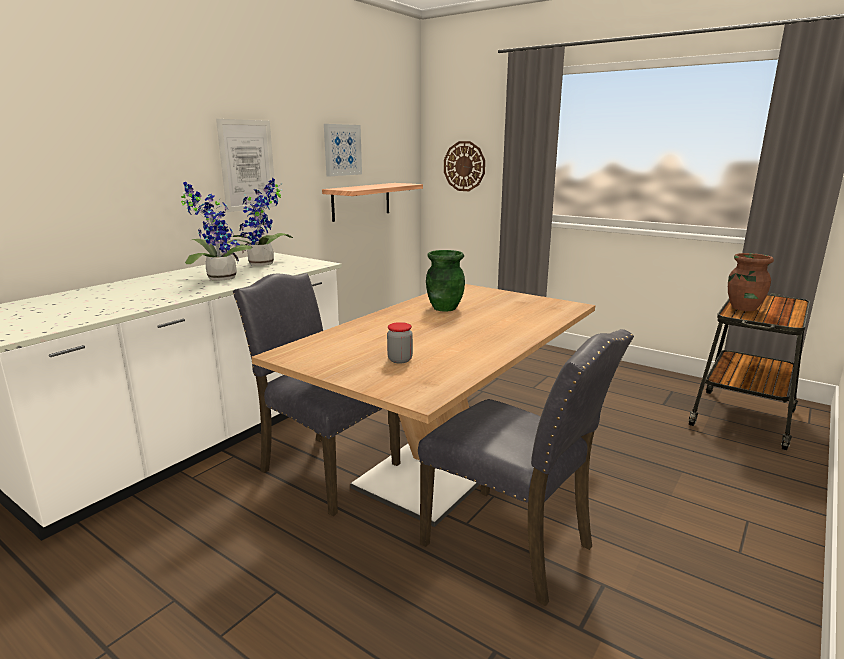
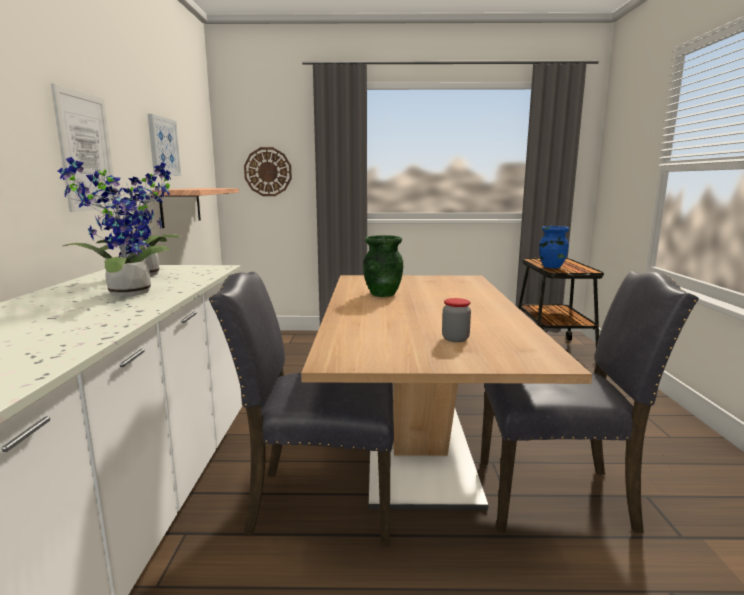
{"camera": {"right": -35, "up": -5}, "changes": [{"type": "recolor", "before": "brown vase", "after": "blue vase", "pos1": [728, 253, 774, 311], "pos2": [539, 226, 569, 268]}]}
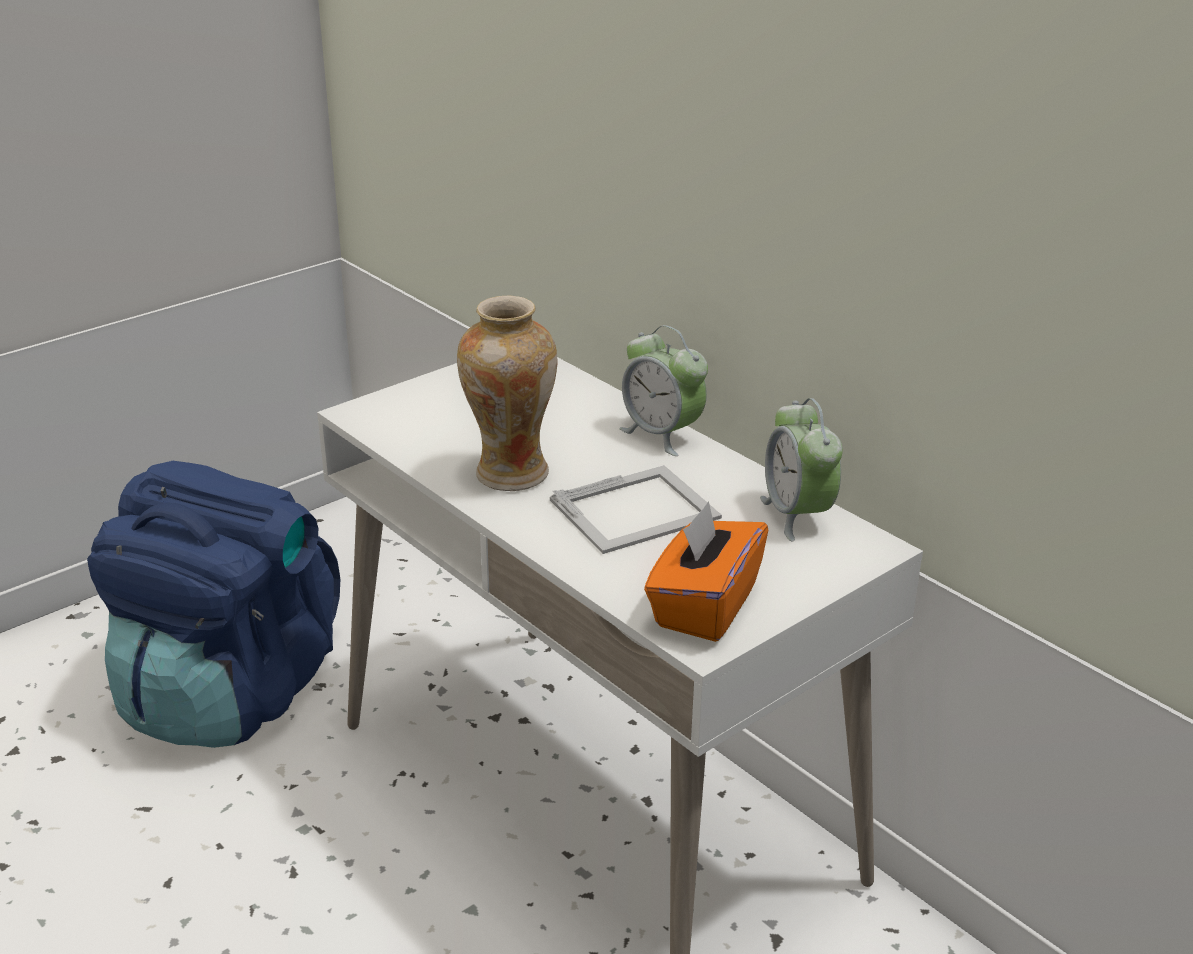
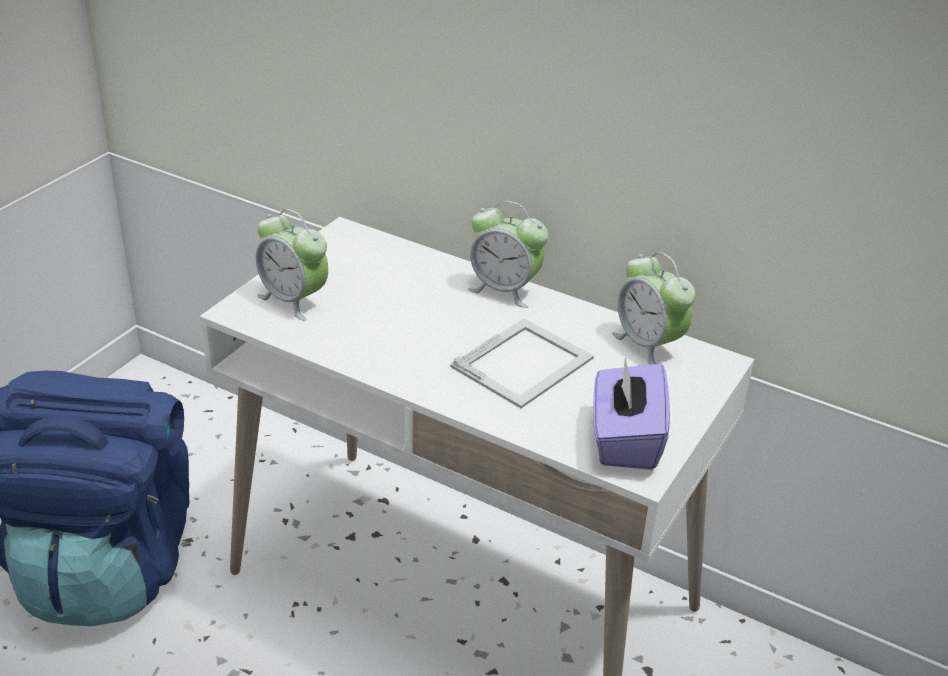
{"camera": {"right": -20, "up": 5}, "changes": [{"type": "delete", "before": "vase", "pos1": [457, 296, 557, 491]}, {"type": "recolor", "before": "orange tissue box", "after": "purple tissue box", "pos1": [644, 501, 768, 642], "pos2": [593, 358, 670, 470]}, {"type": "insert", "after": "alarm clock", "pos2": [256, 209, 328, 321]}]}
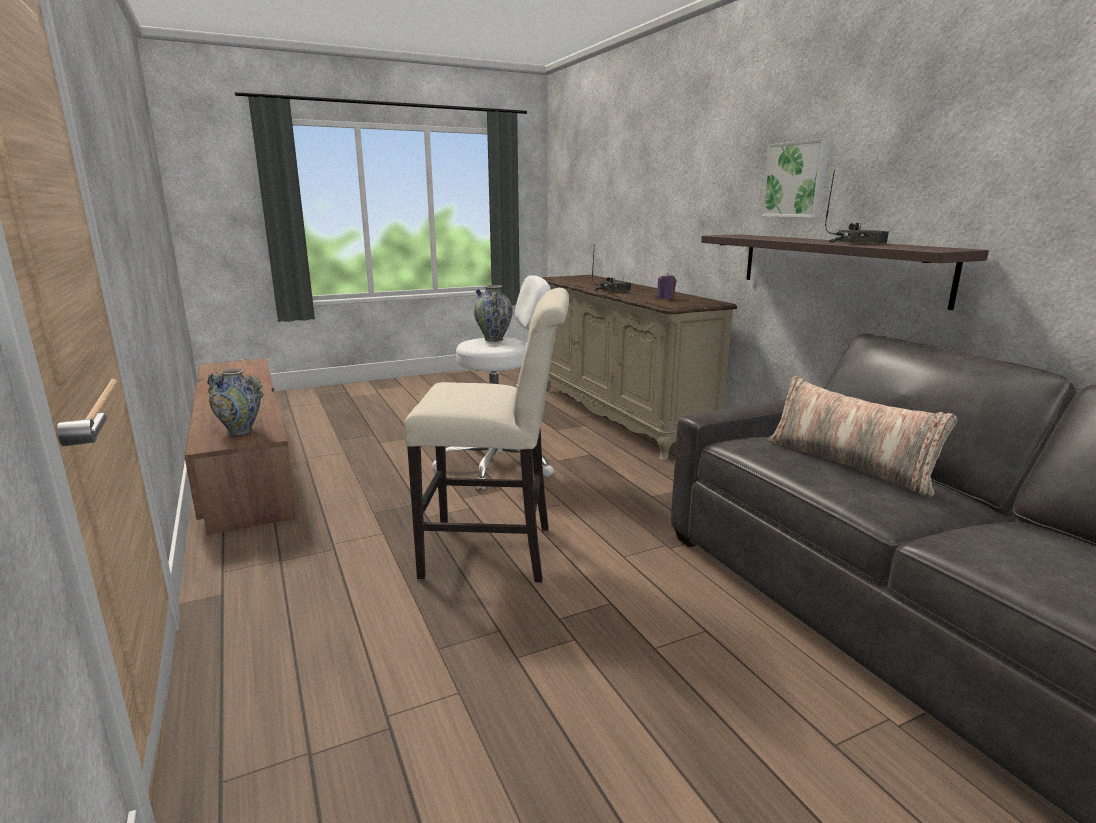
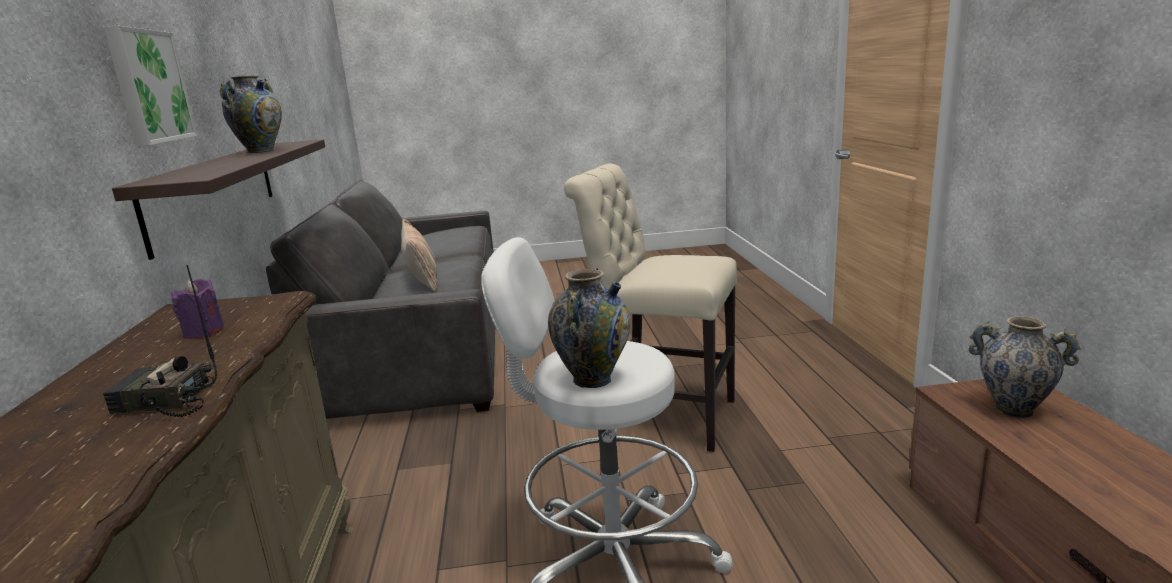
{"camera": {"right": -160, "up": 0}, "changes": [{"type": "replace", "before": "radio", "after": "vase", "pos1": [825, 170, 889, 244], "pos2": [220, 75, 282, 153]}]}
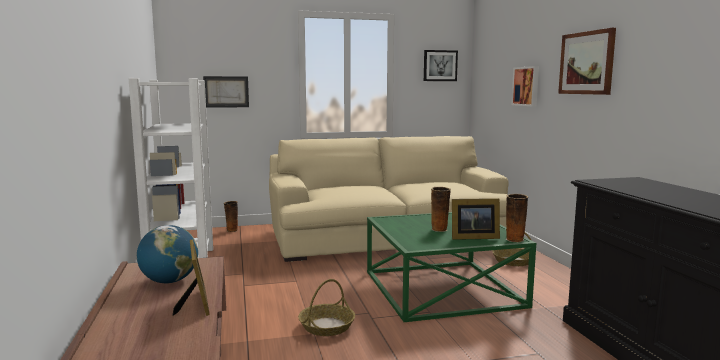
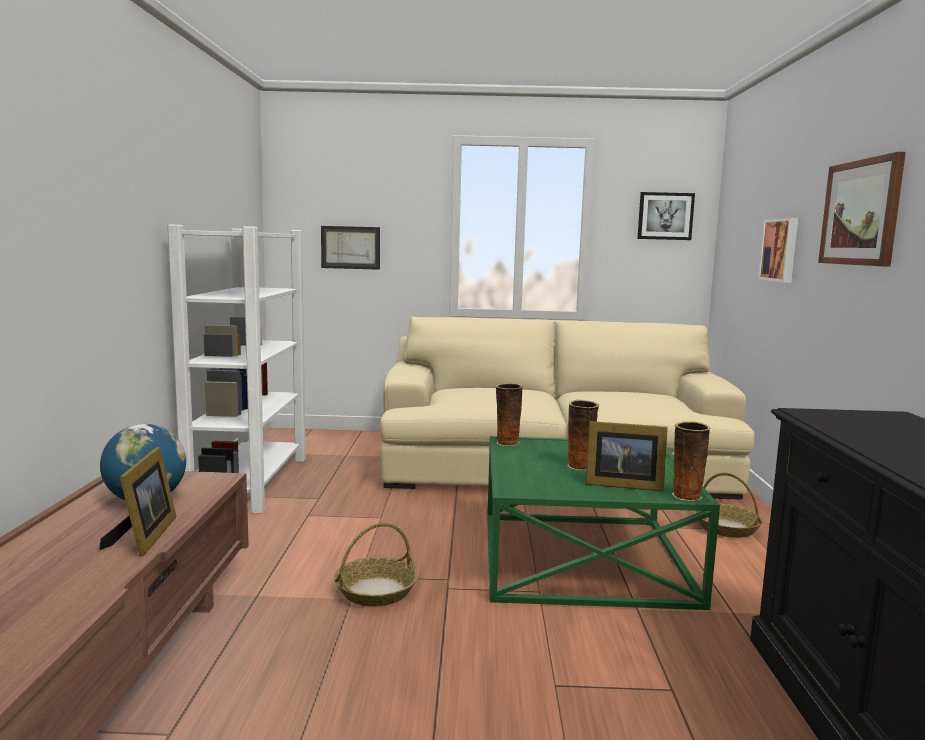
{"camera": {"right": 15, "up": 0}, "changes": [{"type": "move", "before": "vase", "pos1": [224, 201, 238, 232], "pos2": [496, 383, 522, 446]}]}
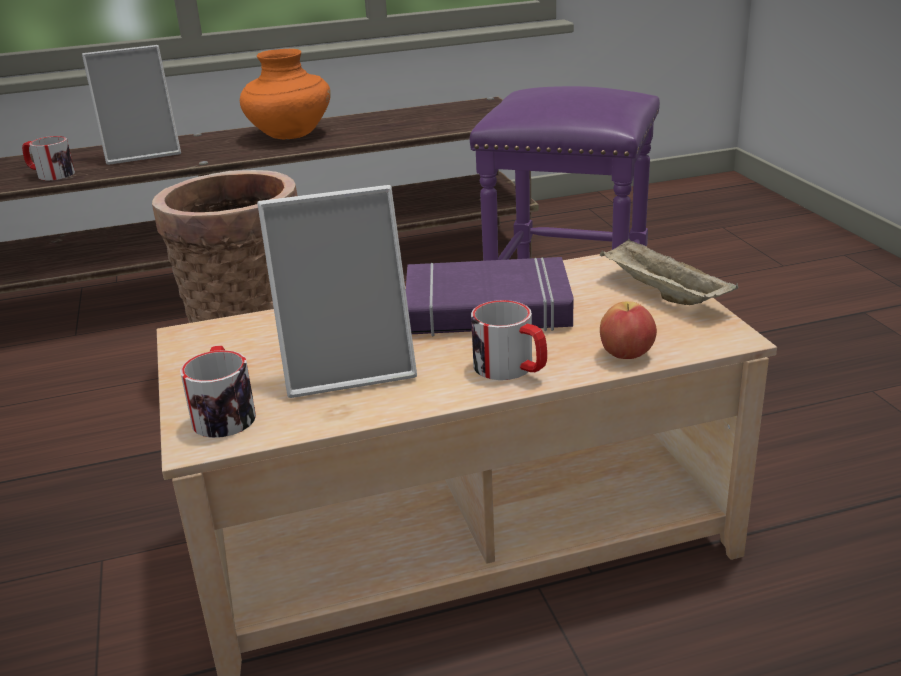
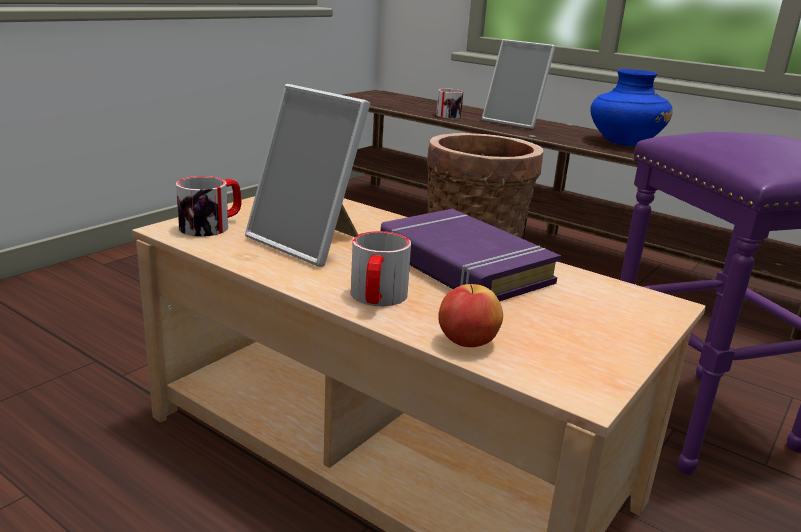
{"camera": {"right": 50, "up": -5}, "changes": [{"type": "recolor", "before": "orange vase", "after": "blue vase", "pos1": [240, 49, 331, 139], "pos2": [590, 69, 673, 146]}, {"type": "delete", "before": "beige tray", "pos1": [600, 239, 739, 305]}]}
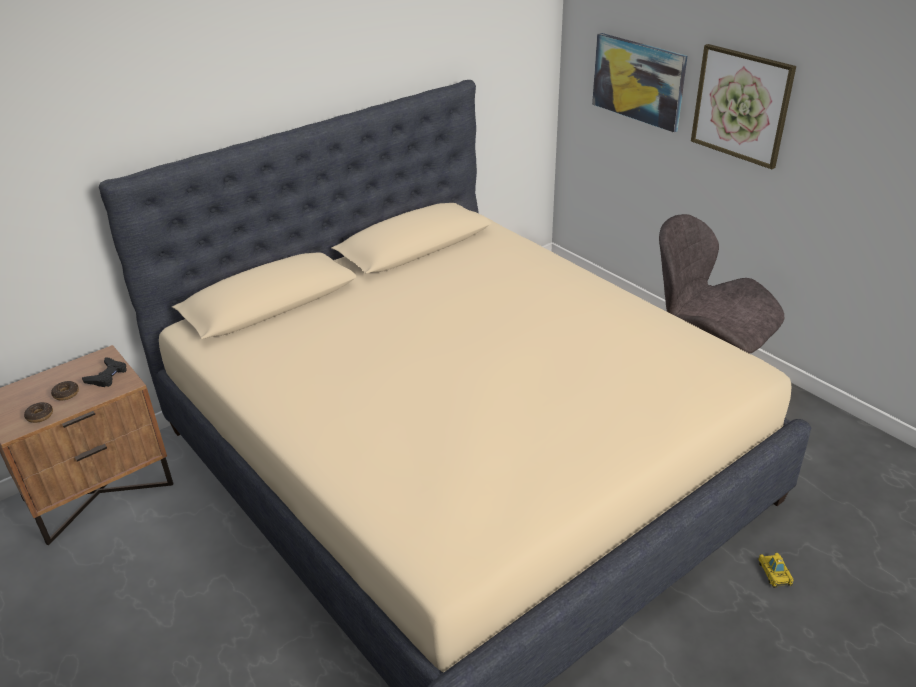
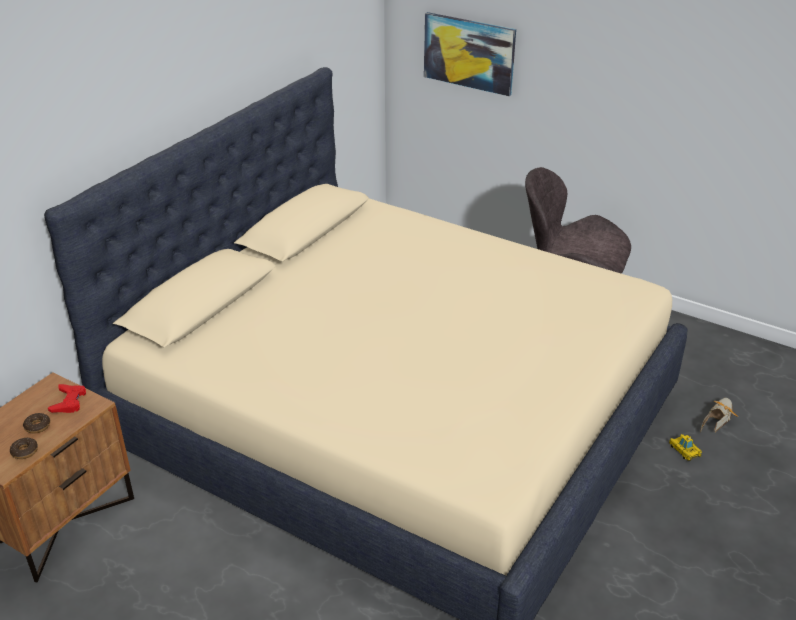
{"camera": {"right": -20, "up": 0}, "changes": [{"type": "recolor", "before": "black game controller", "after": "red game controller", "pos1": [82, 357, 127, 387], "pos2": [48, 384, 86, 413]}, {"type": "delete", "before": "picture", "pos1": [691, 44, 796, 169]}, {"type": "insert", "after": "shoe", "pos2": [700, 398, 738, 433]}]}
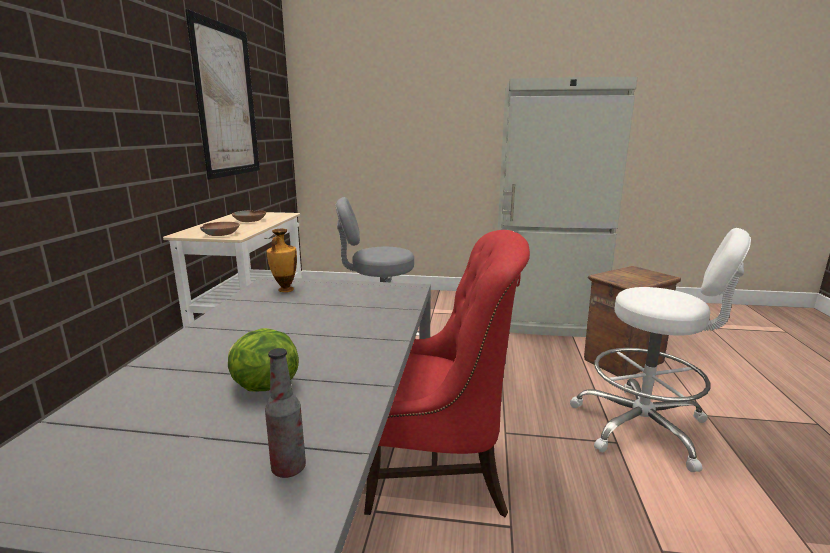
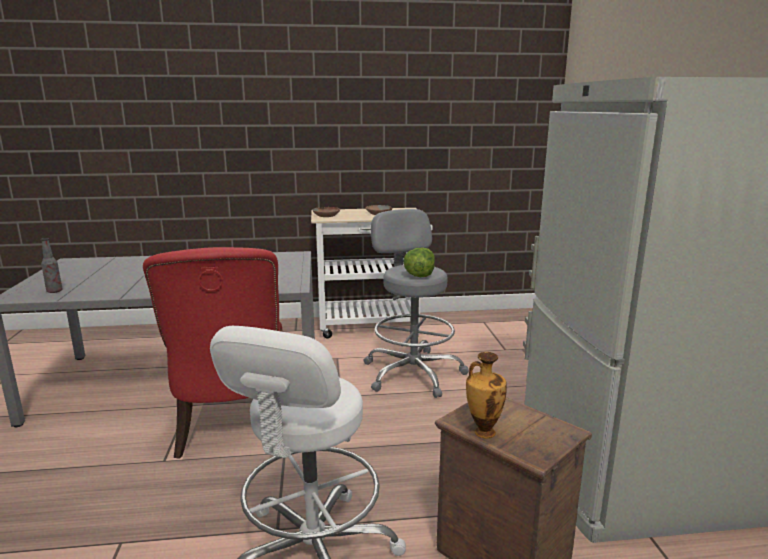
{"camera": {"right": 75, "up": 0}, "changes": [{"type": "delete", "before": "picture", "pos1": [185, 9, 260, 179]}, {"type": "move", "before": "lettuce", "pos1": [228, 328, 299, 391], "pos2": [403, 247, 435, 277]}, {"type": "move", "before": "vase", "pos1": [267, 229, 297, 292], "pos2": [466, 352, 507, 439]}]}
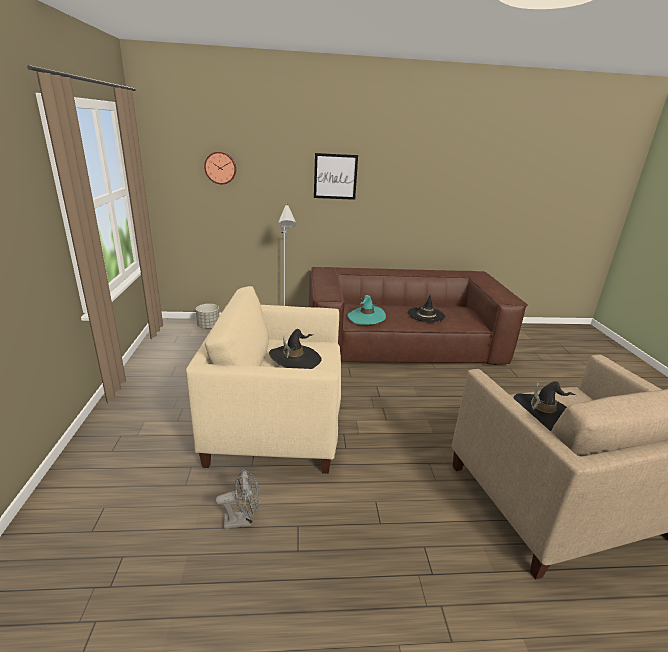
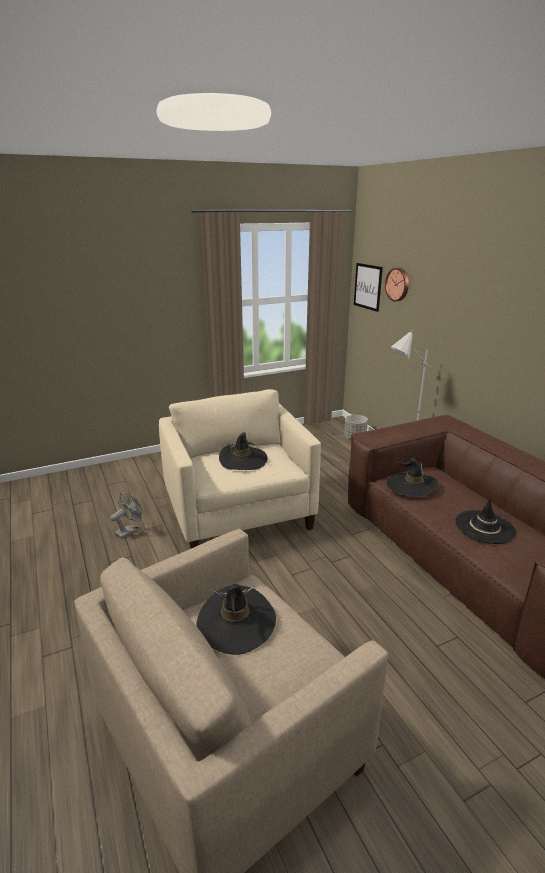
{"camera": {"right": 70, "up": 0}, "changes": [{"type": "rotate", "before": "grey fan", "pos1": [215, 469, 260, 529], "pos2": [110, 492, 142, 539], "turn": -105}, {"type": "move", "before": "picture", "pos1": [314, 153, 358, 200], "pos2": [354, 263, 383, 312]}, {"type": "recolor", "before": "turquoise hat", "after": "black hat", "pos1": [347, 295, 386, 325], "pos2": [386, 458, 438, 497]}]}
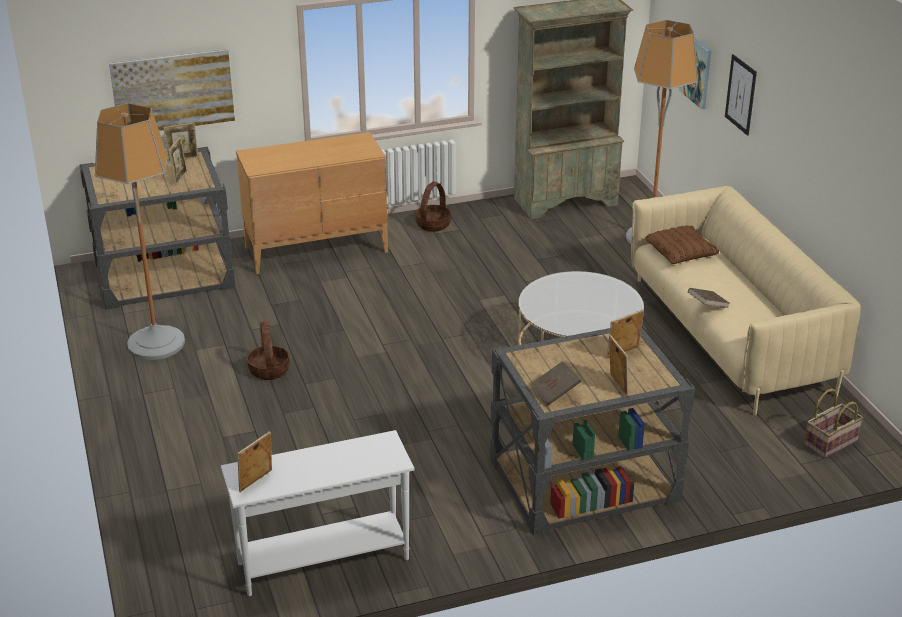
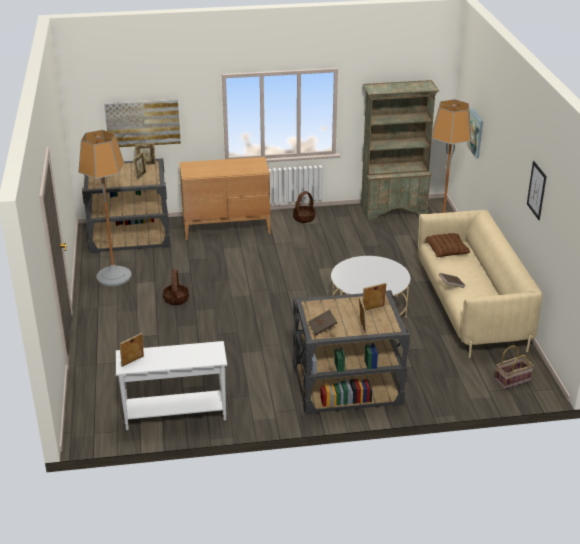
{"camera": {"right": 10, "up": 0}, "changes": [{"type": "move", "before": "picture", "pos1": [725, 54, 757, 136], "pos2": [527, 161, 547, 220]}]}
